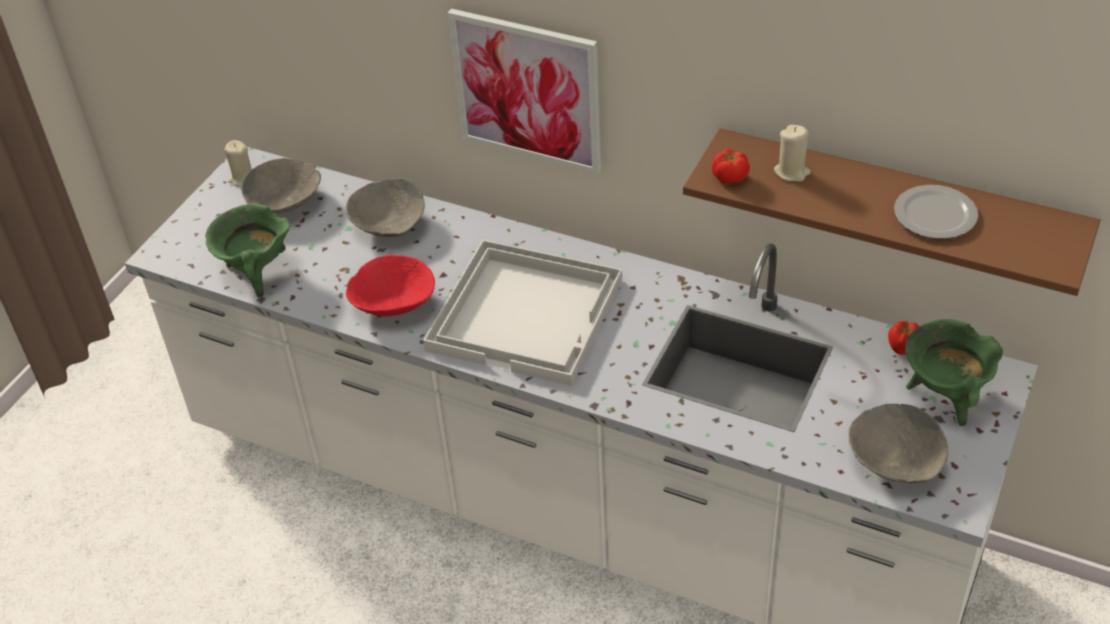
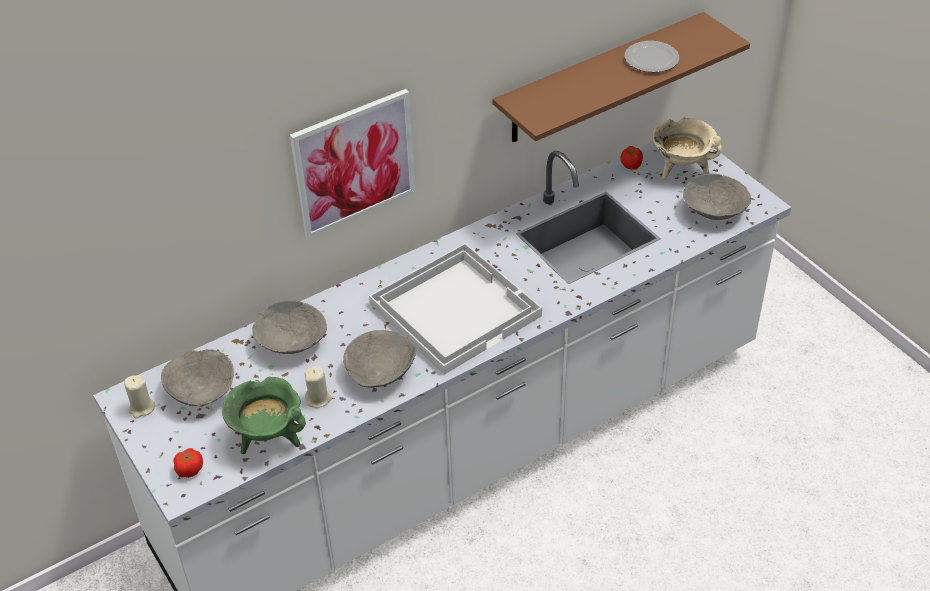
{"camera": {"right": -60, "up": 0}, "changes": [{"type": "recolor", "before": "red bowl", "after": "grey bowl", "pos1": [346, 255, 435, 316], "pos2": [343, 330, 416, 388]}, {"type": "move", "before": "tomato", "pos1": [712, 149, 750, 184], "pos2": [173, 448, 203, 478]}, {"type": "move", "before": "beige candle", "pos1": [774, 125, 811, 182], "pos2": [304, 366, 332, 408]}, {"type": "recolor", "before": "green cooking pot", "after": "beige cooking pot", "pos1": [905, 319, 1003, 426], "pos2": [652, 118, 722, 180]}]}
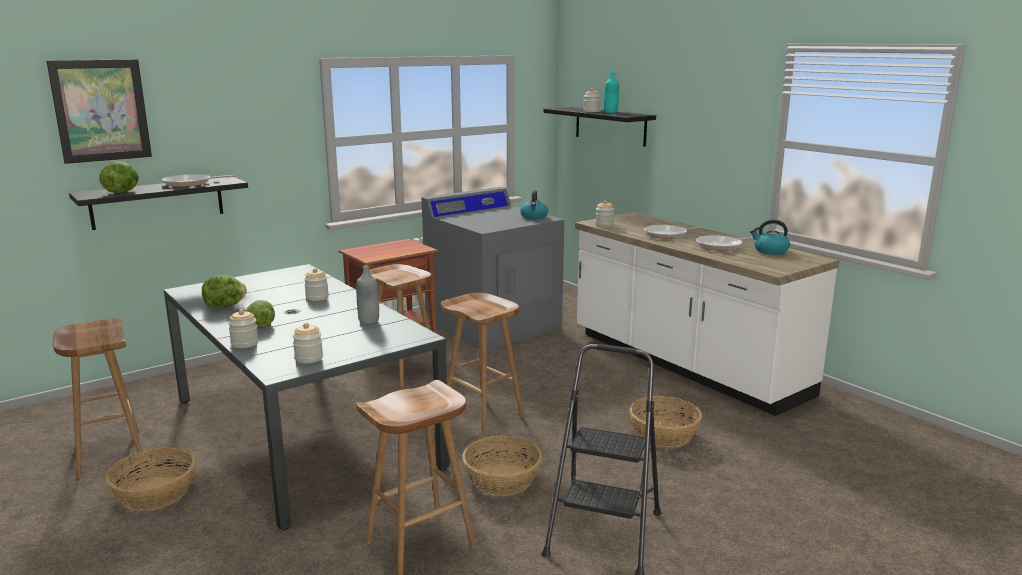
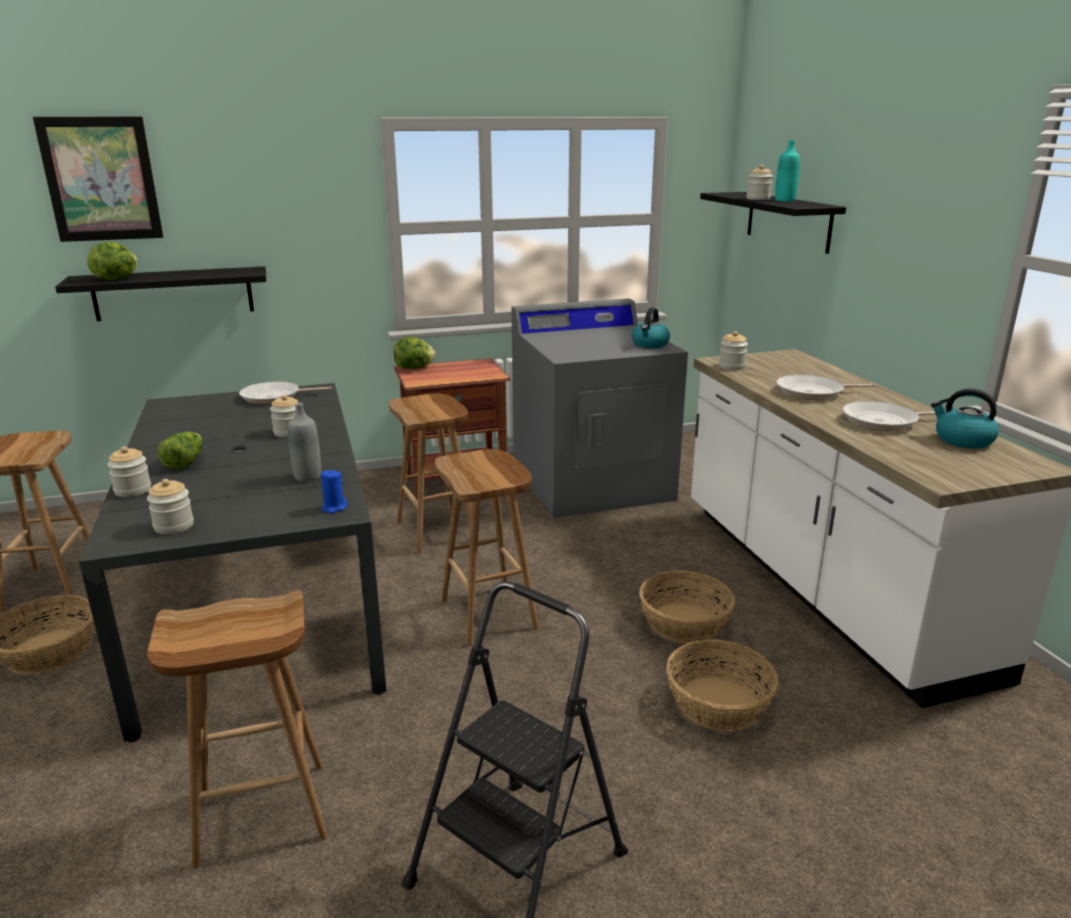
{"camera": {"right": 20, "up": 5}, "changes": [{"type": "move", "before": "frying pan", "pos1": [162, 174, 236, 187], "pos2": [239, 381, 332, 404]}, {"type": "move", "before": "lettuce", "pos1": [202, 275, 247, 307], "pos2": [394, 337, 435, 369]}, {"type": "move", "before": "basket", "pos1": [462, 436, 542, 496], "pos2": [639, 570, 735, 643]}, {"type": "insert", "after": "blue candle", "pos2": [321, 469, 348, 514]}]}
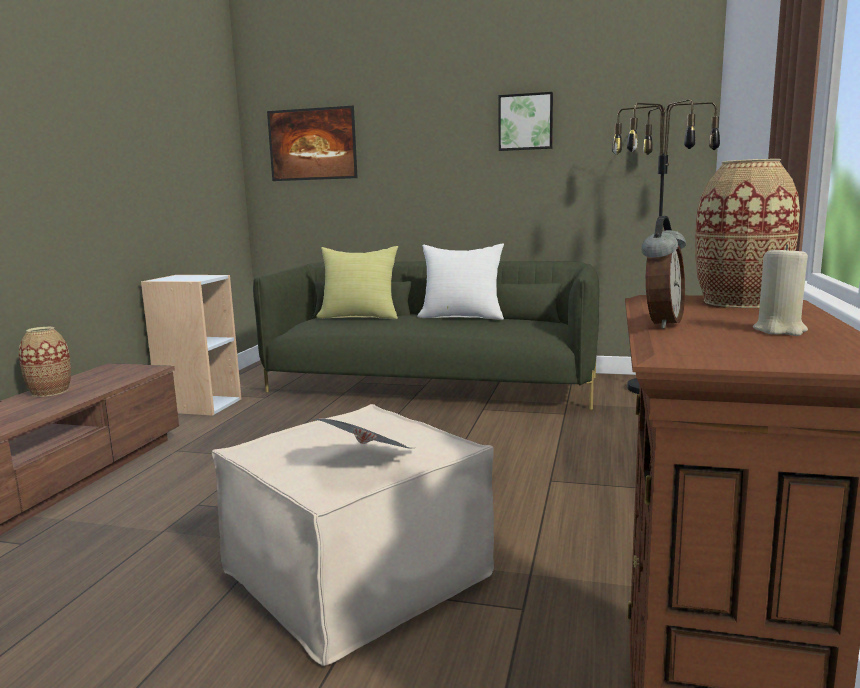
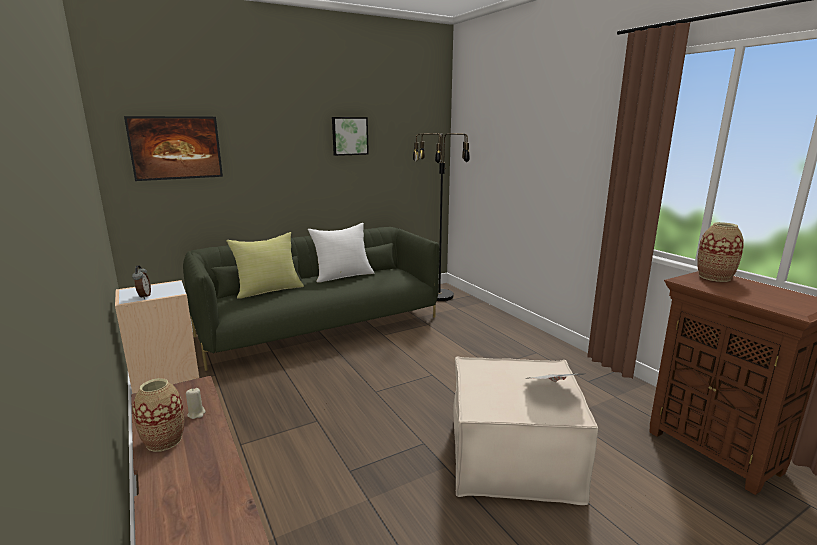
{"camera": {"right": -45, "up": 5}, "changes": [{"type": "move", "before": "alarm clock", "pos1": [642, 216, 686, 329], "pos2": [132, 265, 151, 299]}, {"type": "move", "before": "beige candle", "pos1": [753, 244, 808, 336], "pos2": [186, 388, 206, 419]}]}
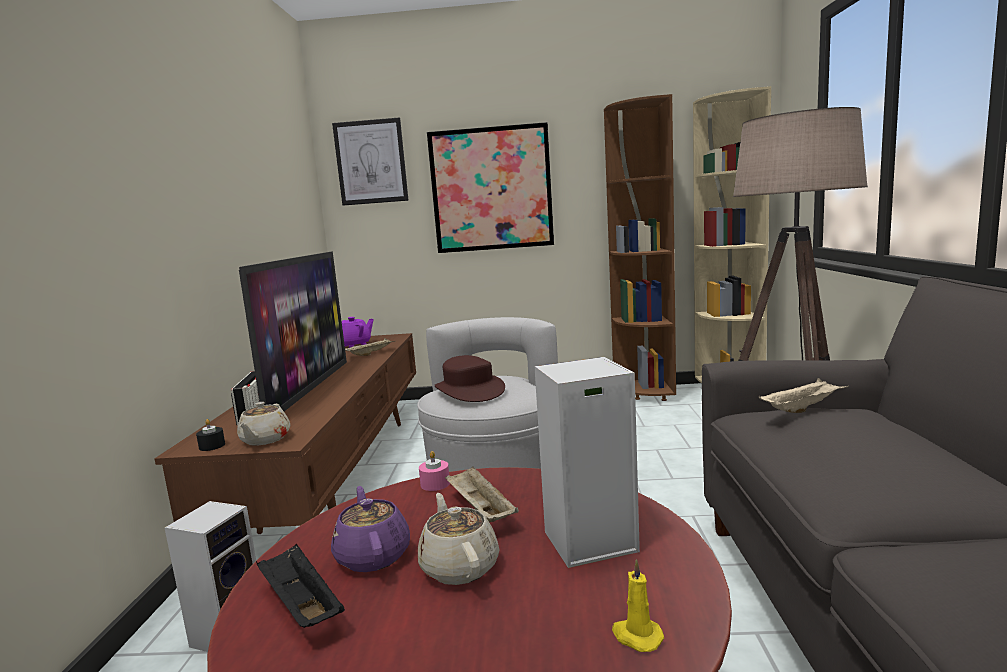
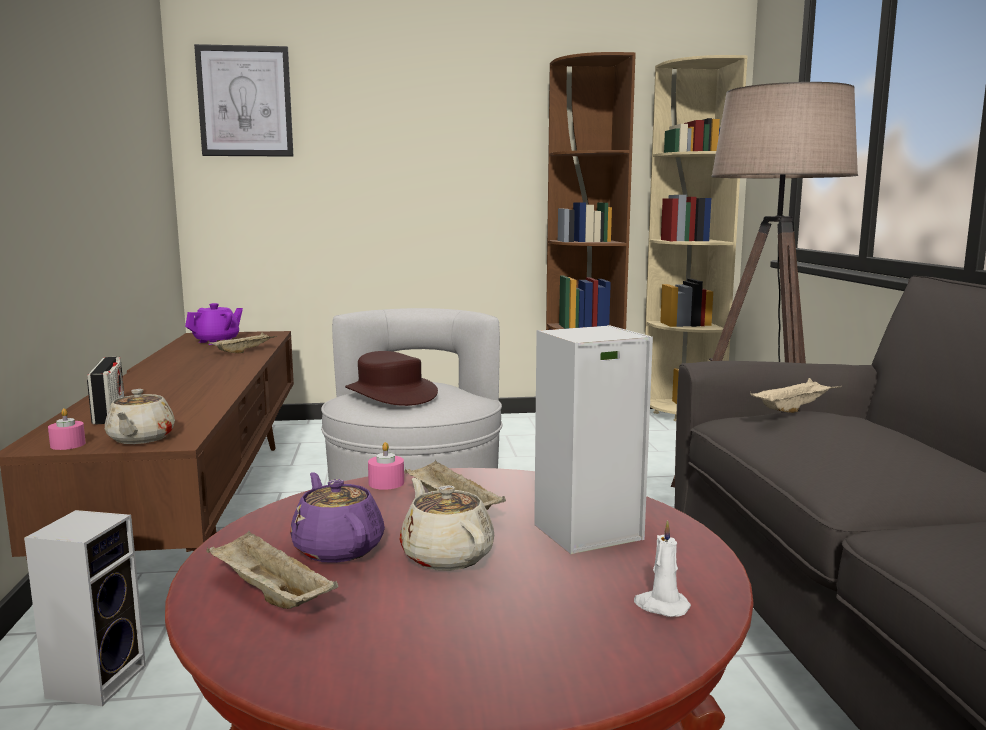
{"camera": {"right": -10, "up": 0}, "changes": [{"type": "recolor", "before": "black candle", "after": "pink candle", "pos1": [196, 419, 225, 451], "pos2": [48, 408, 86, 450]}, {"type": "delete", "before": "television", "pos1": [239, 251, 347, 411]}, {"type": "recolor", "before": "black tray", "after": "beige tray", "pos1": [256, 543, 345, 628], "pos2": [207, 531, 338, 609]}, {"type": "delete", "before": "picture", "pos1": [427, 122, 554, 253]}, {"type": "recolor", "before": "yellow candle", "after": "white candle", "pos1": [612, 559, 664, 652], "pos2": [634, 520, 691, 617]}]}
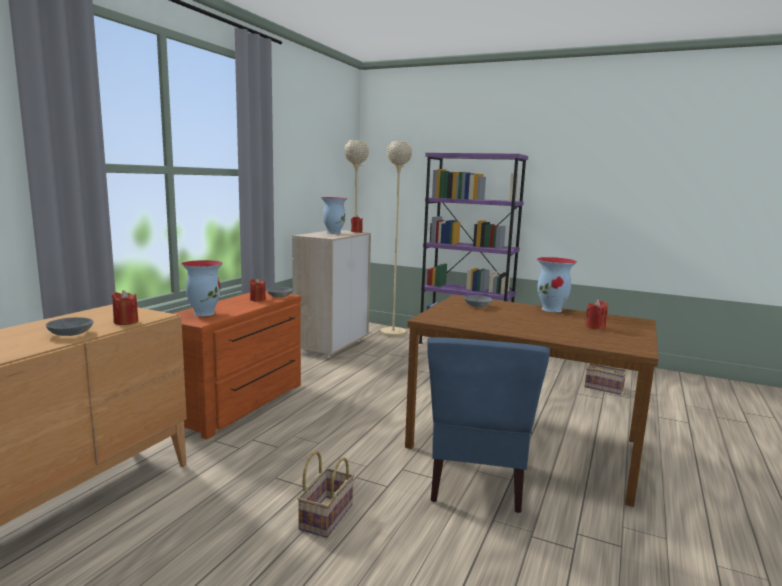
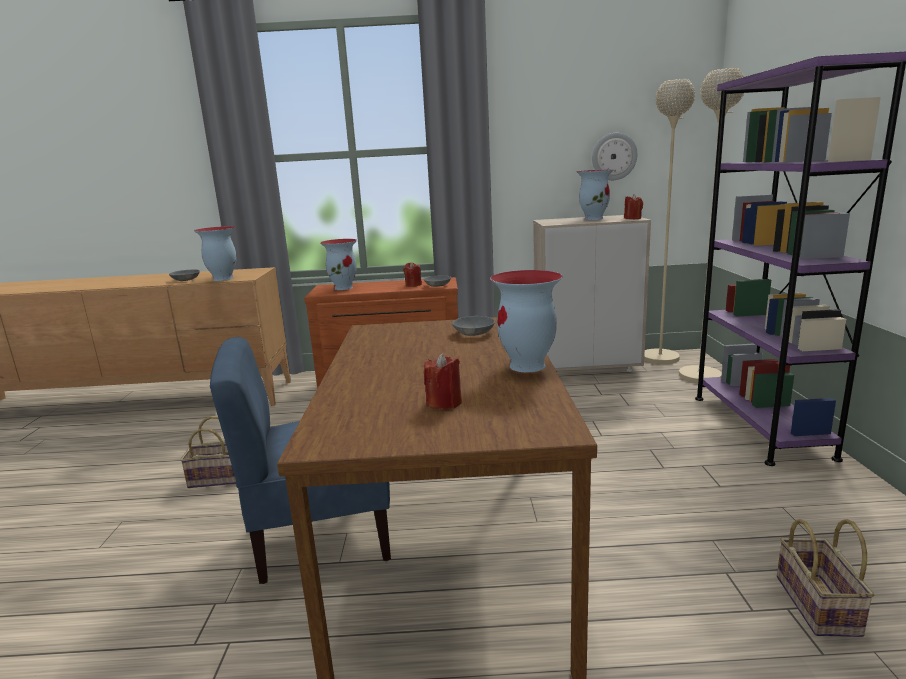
{"camera": {"right": 65, "up": 5}, "changes": [{"type": "replace", "before": "red candle", "after": "vase", "pos1": [111, 290, 138, 325], "pos2": [194, 226, 237, 281]}, {"type": "insert", "after": "wall clock", "pos2": [592, 133, 637, 180]}]}
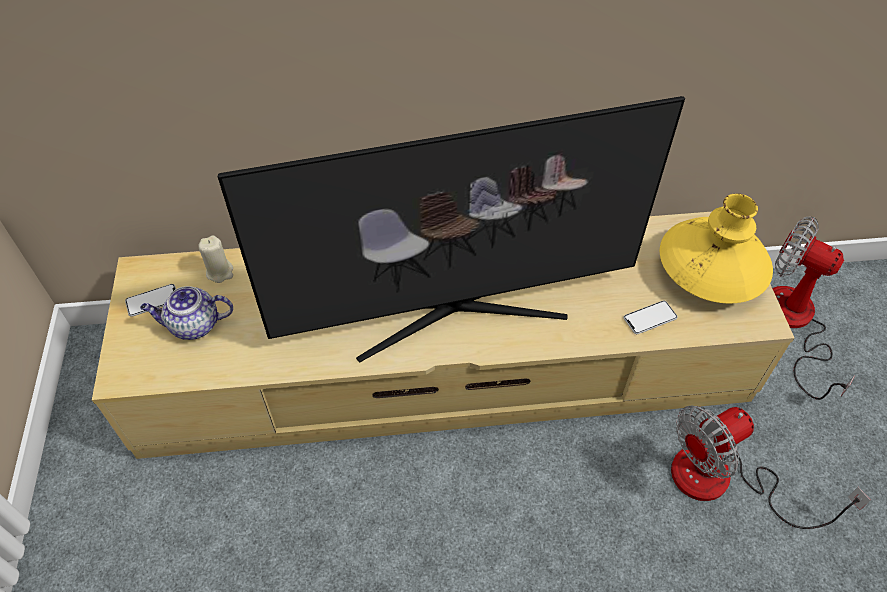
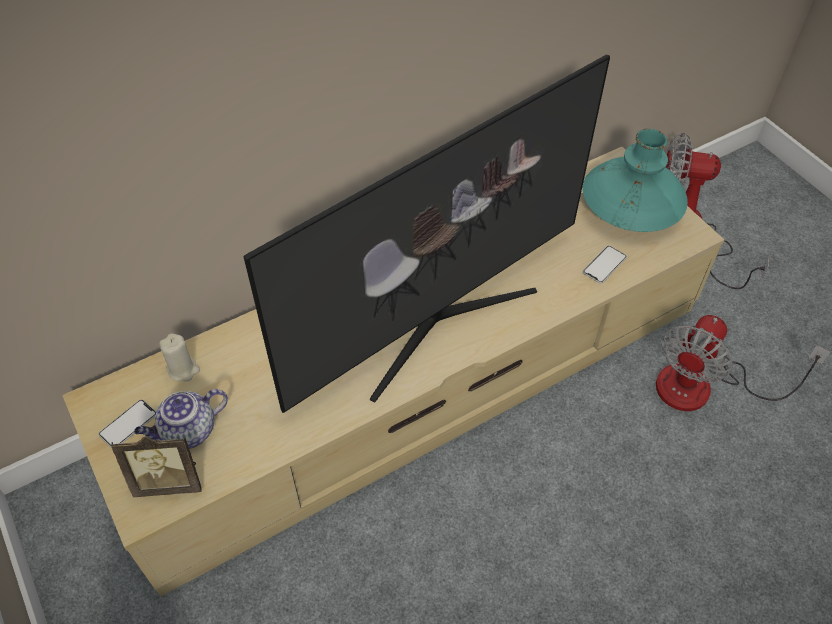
{"camera": {"right": -25, "up": 0}, "changes": [{"type": "recolor", "before": "yellow vase", "after": "turquoise vase", "pos1": [660, 193, 773, 304], "pos2": [582, 129, 688, 232]}, {"type": "insert", "after": "picture frame", "pos2": [111, 437, 202, 497]}]}
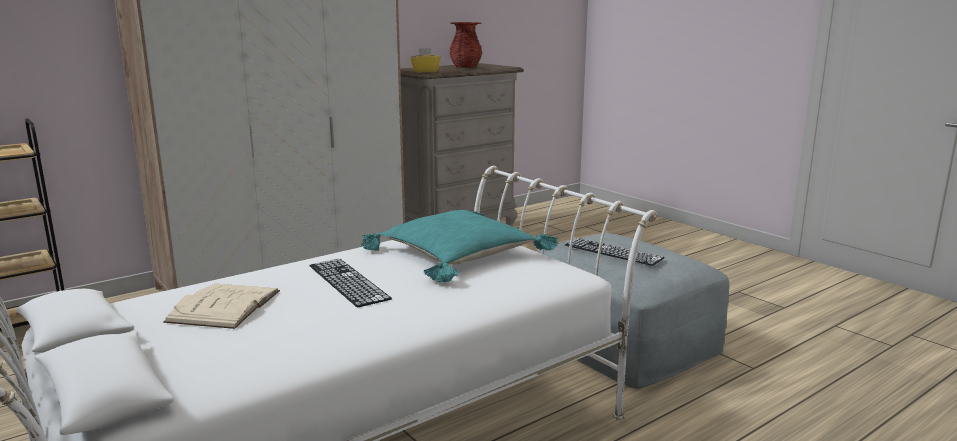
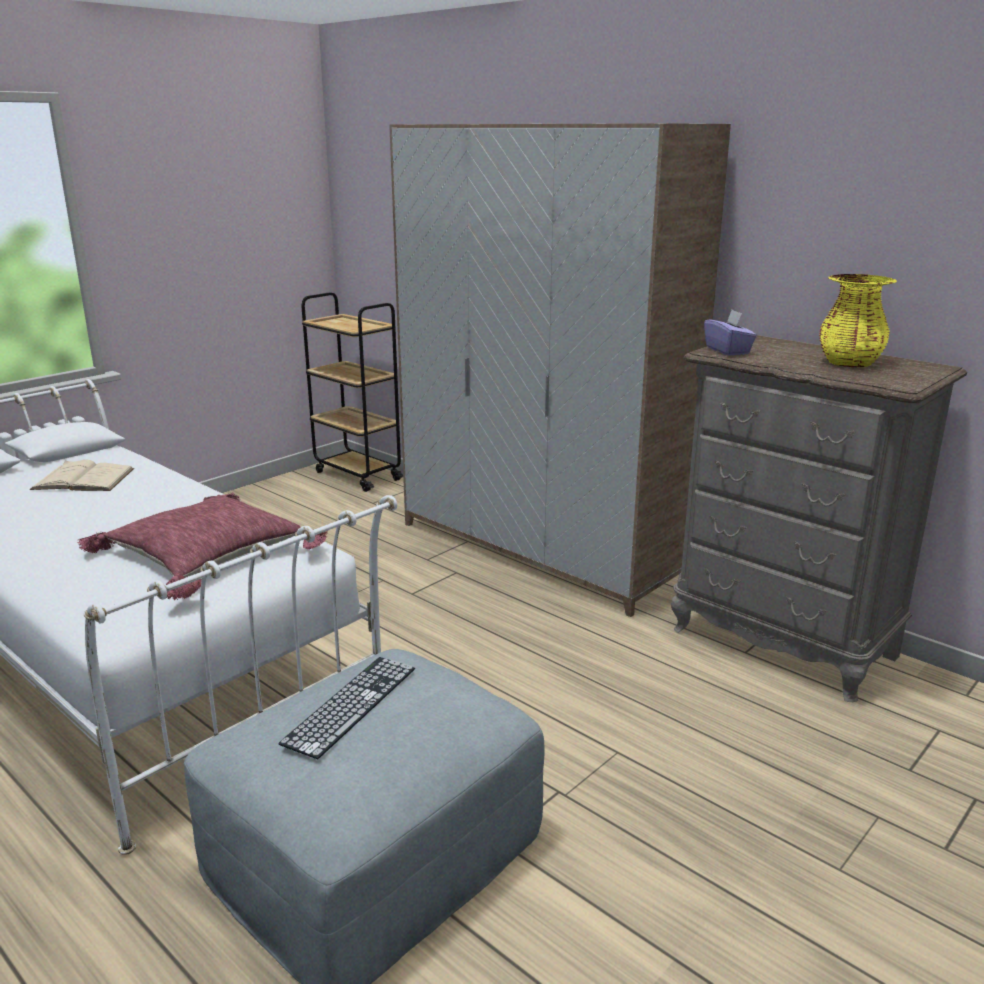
{"camera": {"right": 80, "up": 5}, "changes": [{"type": "delete", "before": "keyboard", "pos1": [309, 259, 392, 308]}, {"type": "recolor", "before": "turquoise pillow", "after": "red pillow", "pos1": [362, 210, 558, 283], "pos2": [78, 492, 327, 600]}, {"type": "recolor", "before": "yellow tissue box", "after": "purple tissue box", "pos1": [410, 48, 441, 73], "pos2": [704, 310, 757, 356]}, {"type": "recolor", "before": "red vase", "after": "yellow vase", "pos1": [449, 22, 482, 68], "pos2": [819, 274, 897, 367]}]}
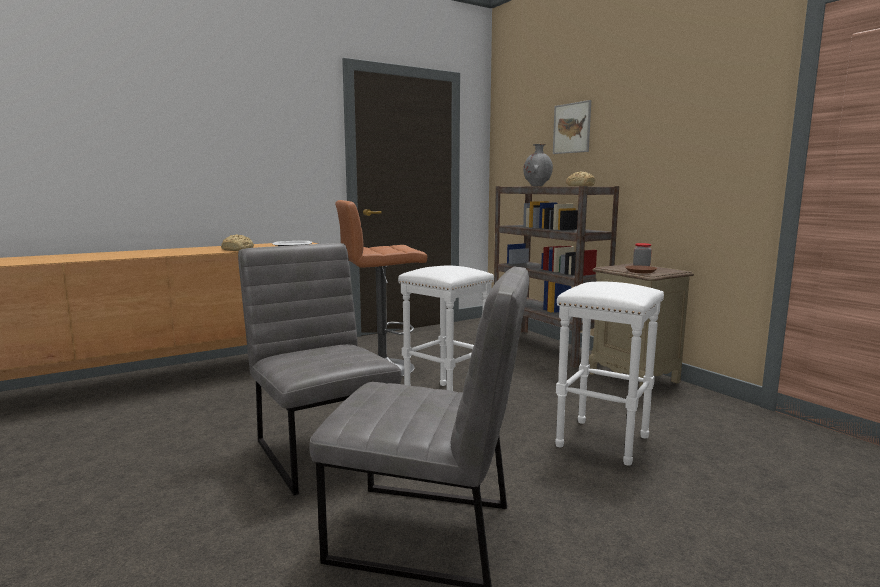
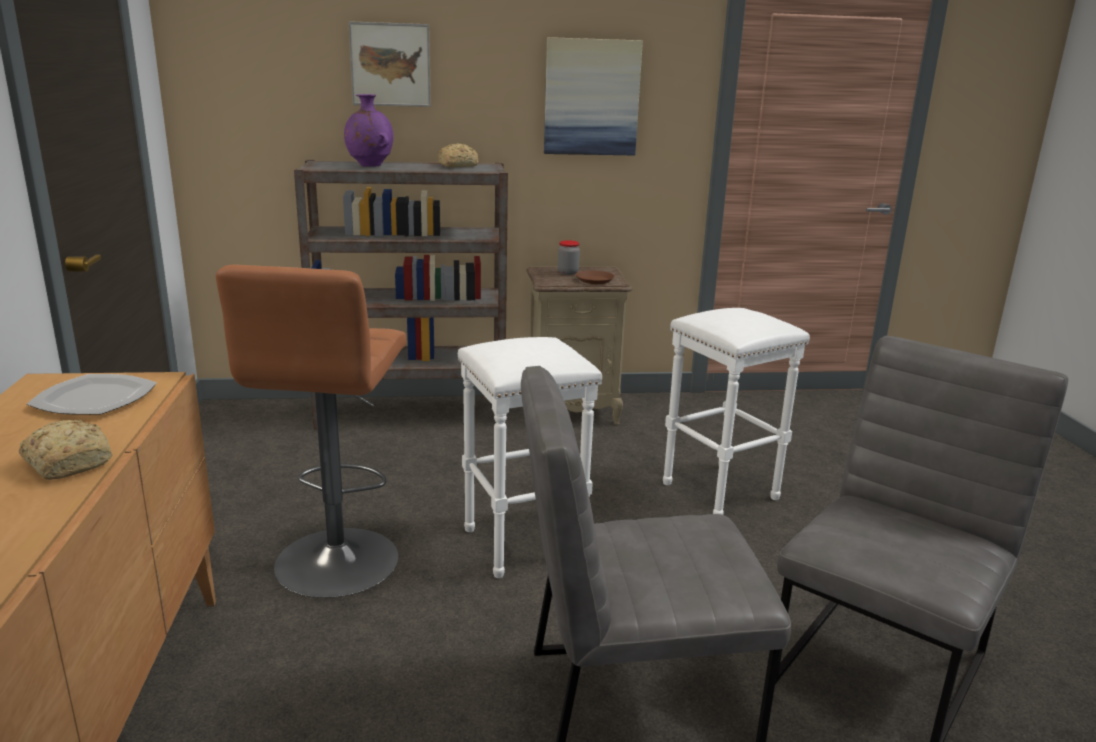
{"camera": {"right": -65, "up": 10}, "changes": [{"type": "recolor", "before": "grey vase", "after": "purple vase", "pos1": [523, 144, 553, 186], "pos2": [344, 94, 393, 167]}, {"type": "insert", "after": "picture", "pos2": [544, 37, 643, 155]}]}
